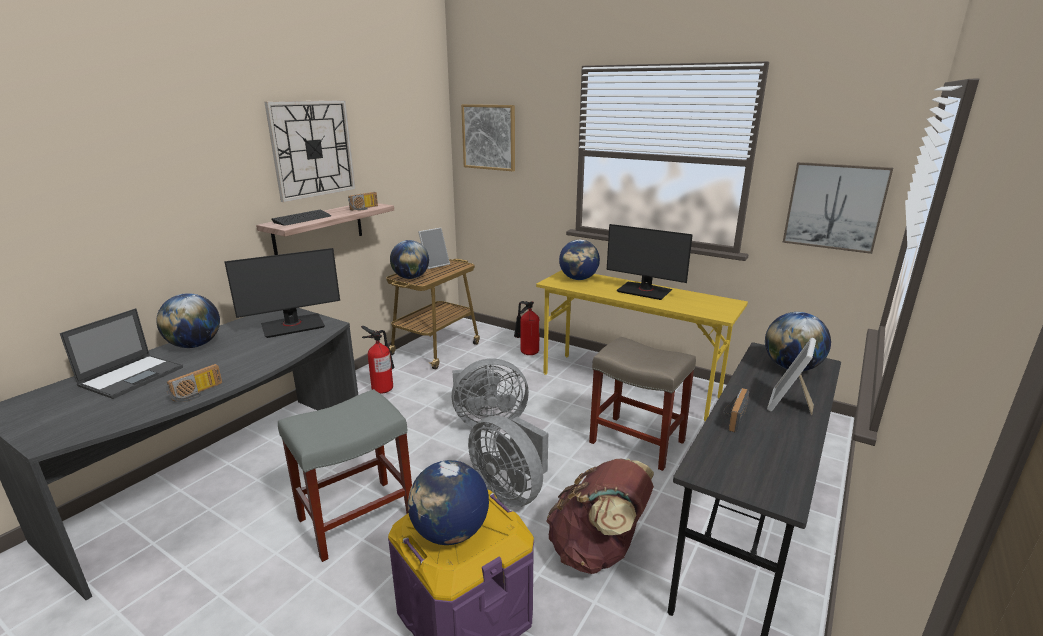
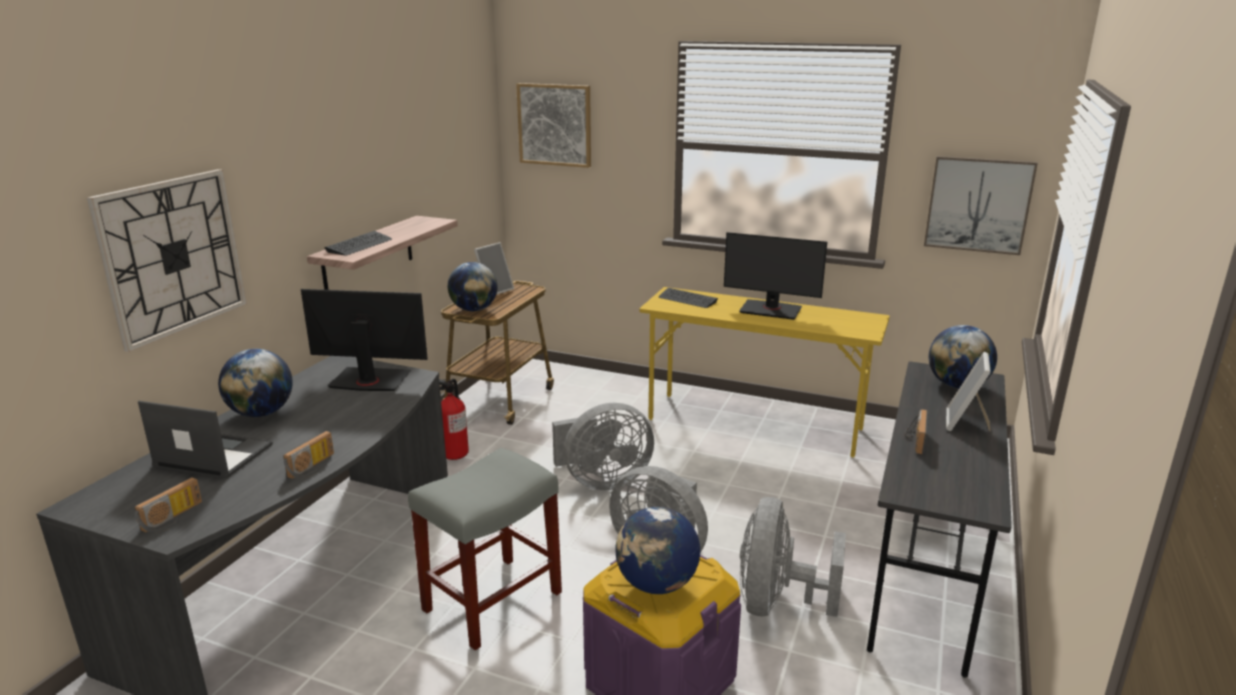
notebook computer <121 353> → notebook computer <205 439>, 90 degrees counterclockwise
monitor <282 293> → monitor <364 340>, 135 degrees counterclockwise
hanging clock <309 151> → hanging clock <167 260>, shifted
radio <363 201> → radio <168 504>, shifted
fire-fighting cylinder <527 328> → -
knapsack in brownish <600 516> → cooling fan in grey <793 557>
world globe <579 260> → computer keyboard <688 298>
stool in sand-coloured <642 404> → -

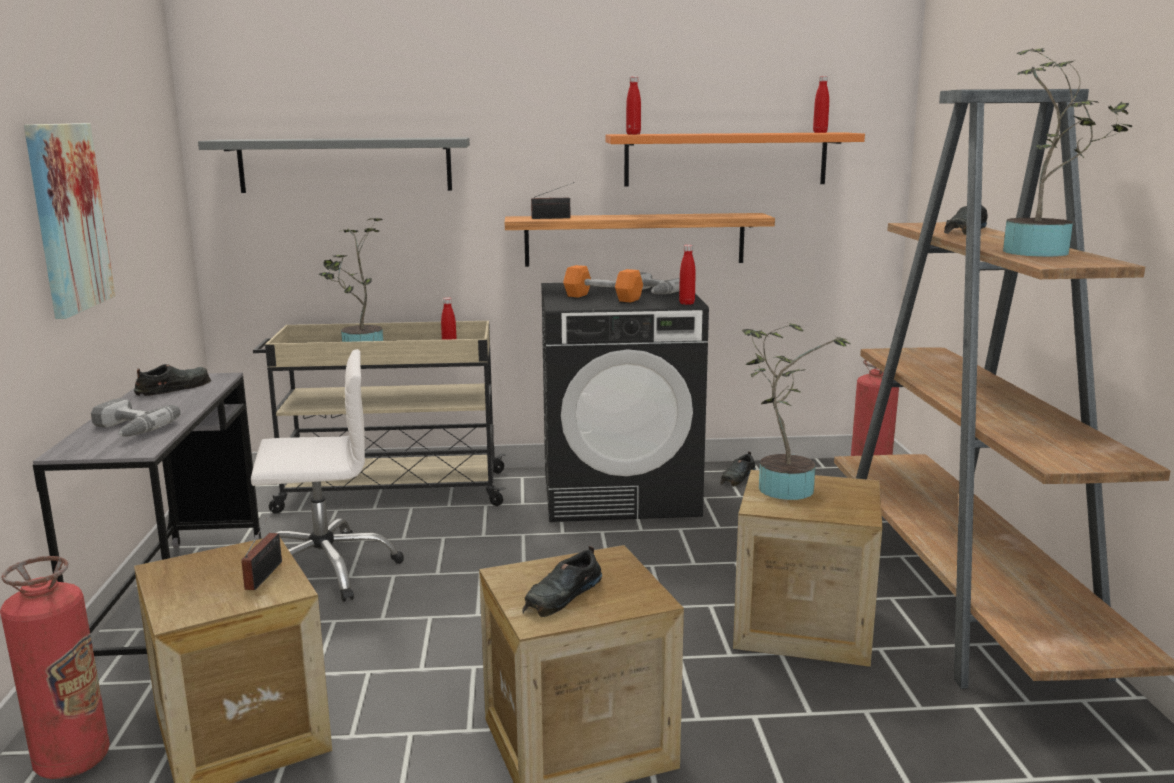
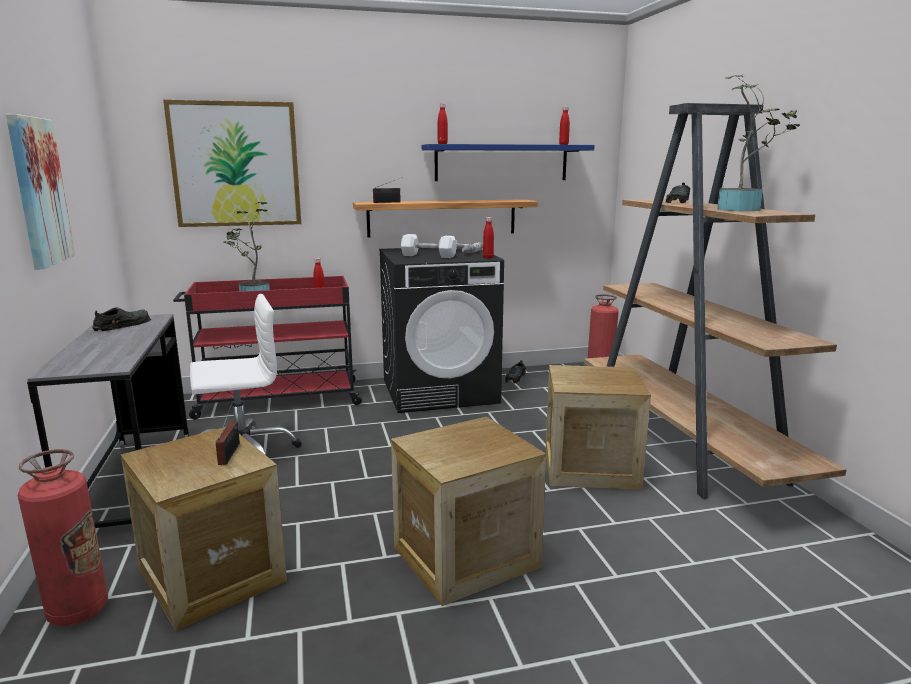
electric drill <135 418> → -
bracket shelf in grey <334 165> → wall art <232 163>
cart in sand-coloured <379 417> → cart in red <268 348>
low shoe in black-coloured <562 581> → -
hand weight in orange <603 284> → hand weight in whitish <429 246>
bracket shelf in orange <735 159> → bracket shelf in blue <508 162>
potted plant <796 411> → -

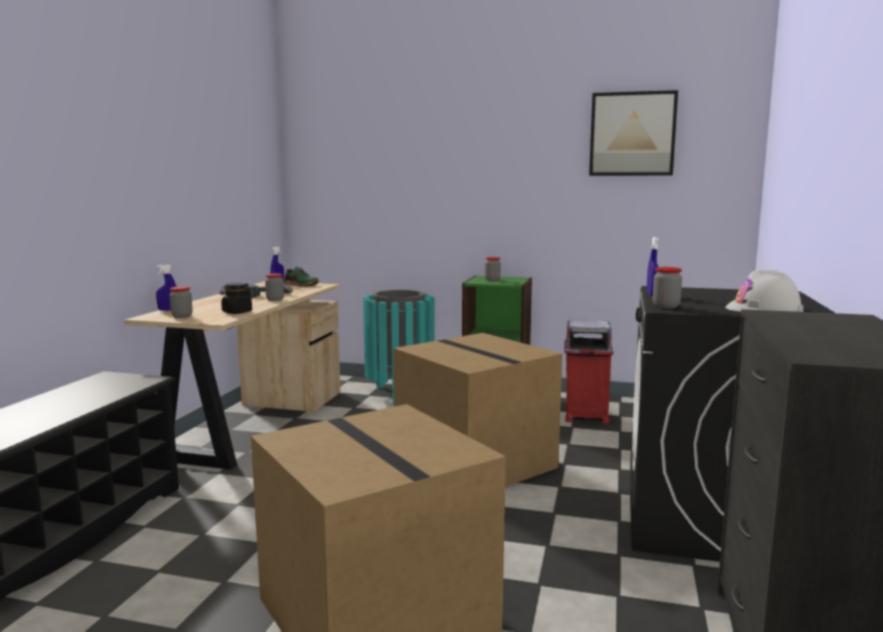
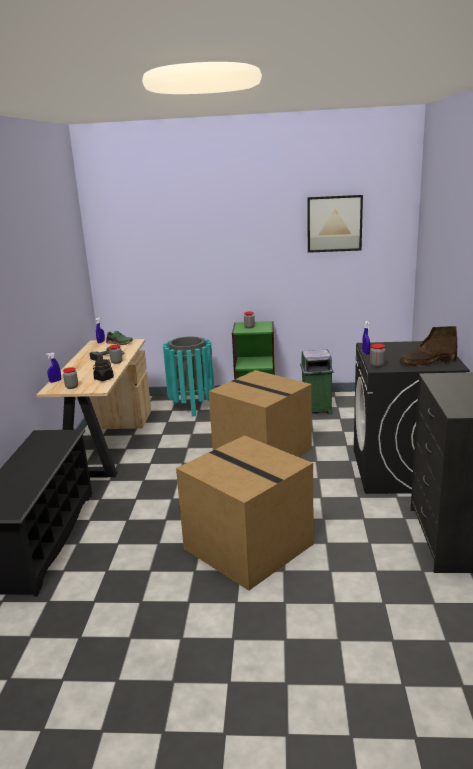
rubbish bin in red <588 372> → rubbish bin in green-coloured <316 382>
hard hat in whitish <764 291> → boot in brownish <428 346>

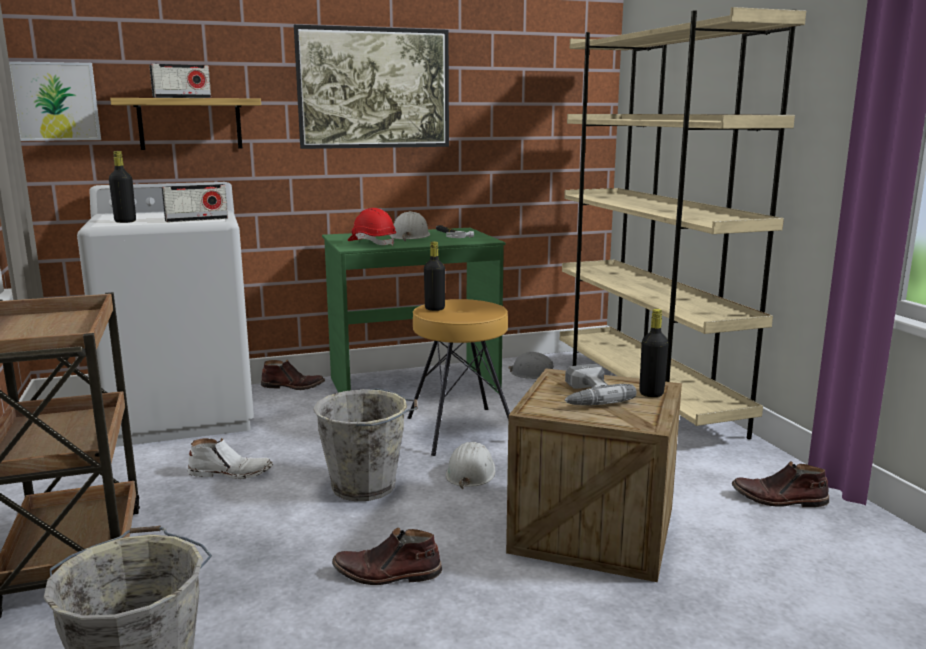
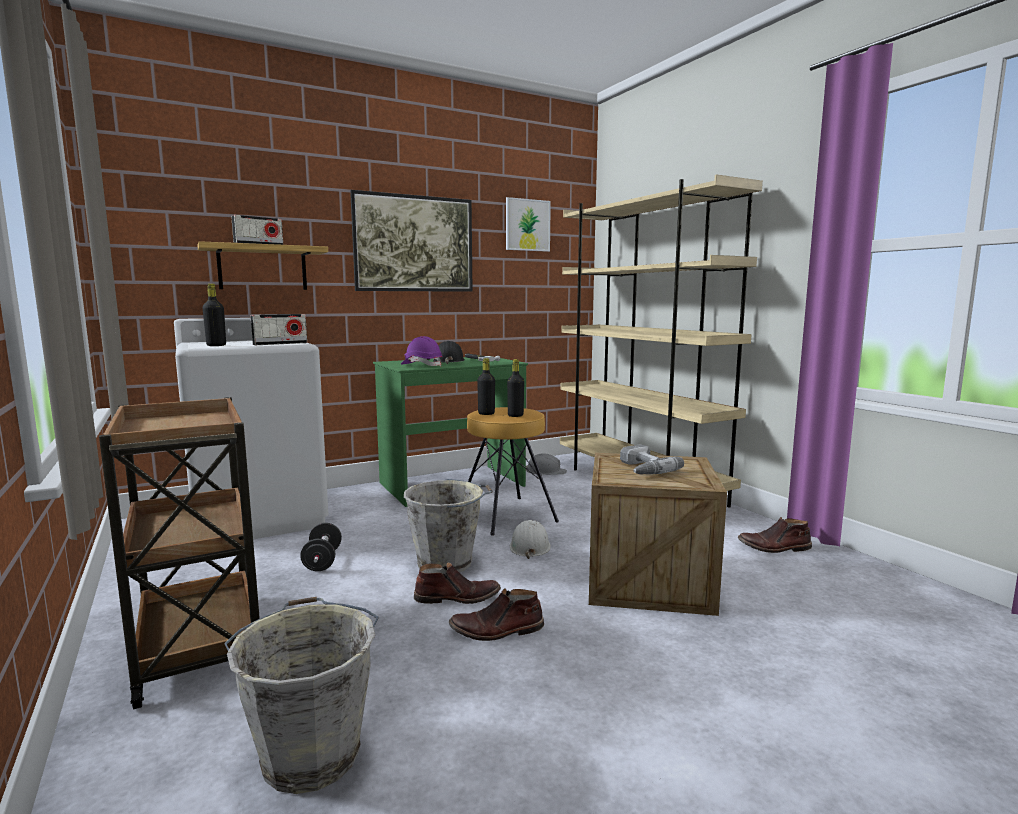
wall art <55 101> → wall art <528 224>, shifted
boot in whitish <230 458> → hand weight in black-coloured <321 547>
boot in brownish <293 375> → boot in brownish <457 583>, shifted
hard hat in red <372 227> → hard hat in purple <421 351>
hard hat in whitish <411 226> → hard hat in black-coloured <449 352>
beverage bottle in black-coloured <654 353> → beverage bottle in black-coloured <515 388>, shifted

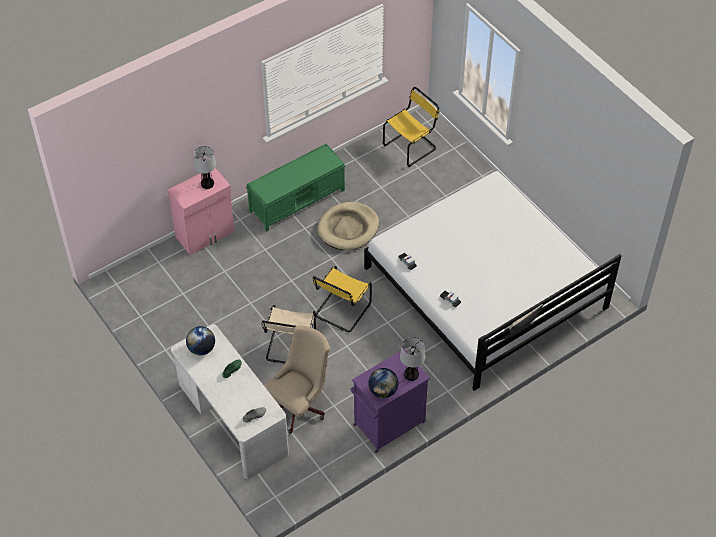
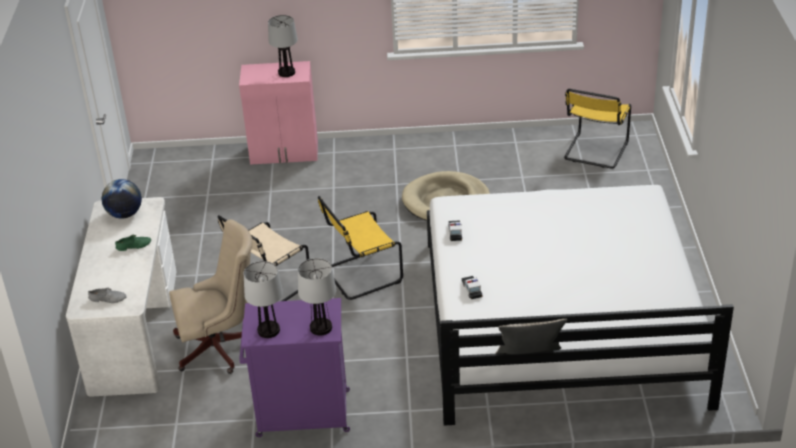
long seat in green-coloured <296 188> → -
world globe <383 383> → lamp for a table <263 299>
plain chair in yellow-coloured <411 127> → plain chair in yellow-coloured <597 129>, 120 degrees clockwise

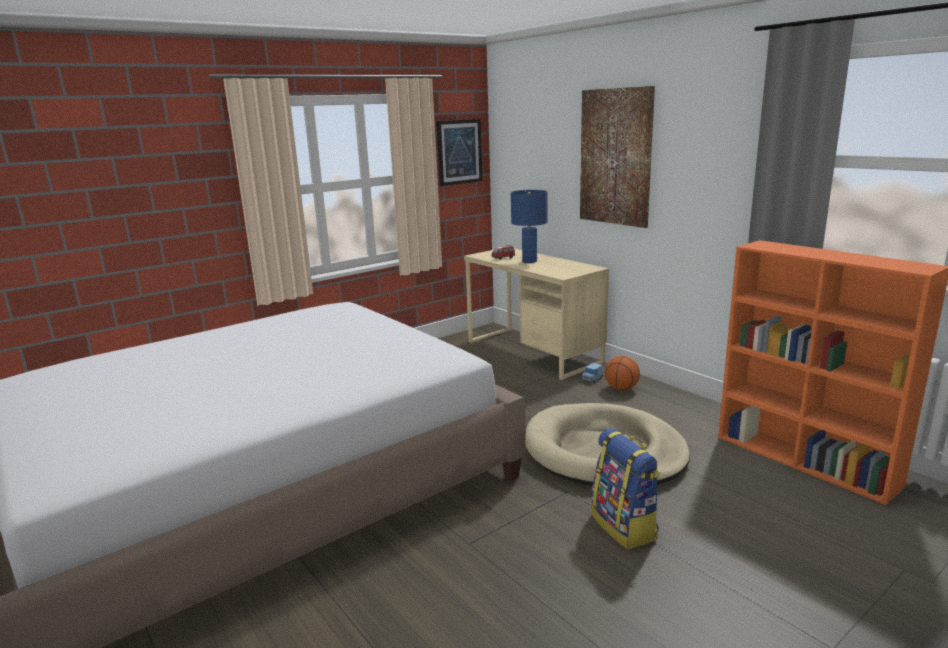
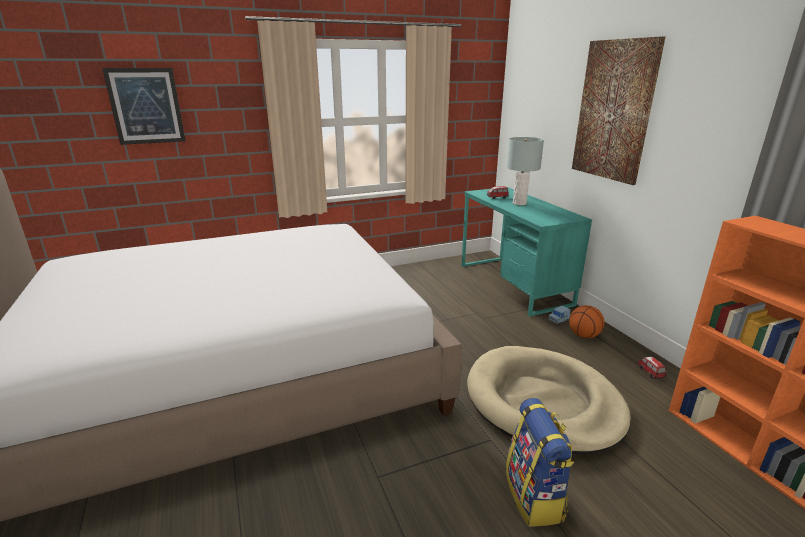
wall art <459 152> → wall art <143 106>, shifted
desk in sand-coloured <536 314> → desk in turquoise-coloured <526 251>
lamp for a table in blue <529 226> → lamp for a table in grey <525 171>
- → toy car <652 368>

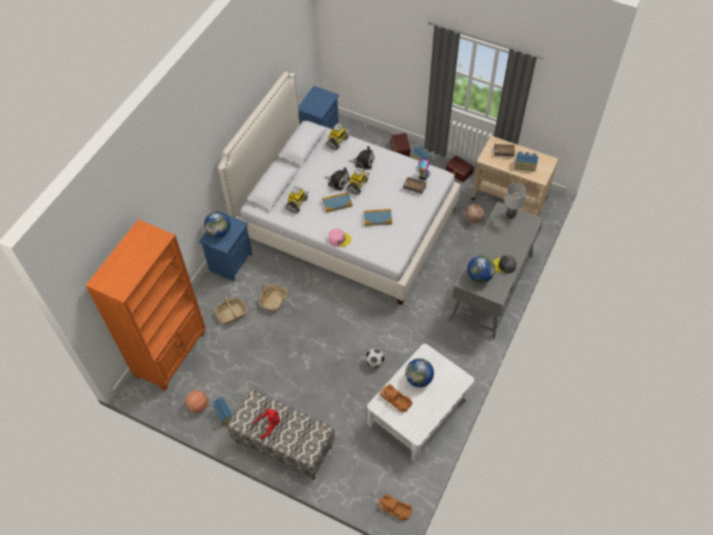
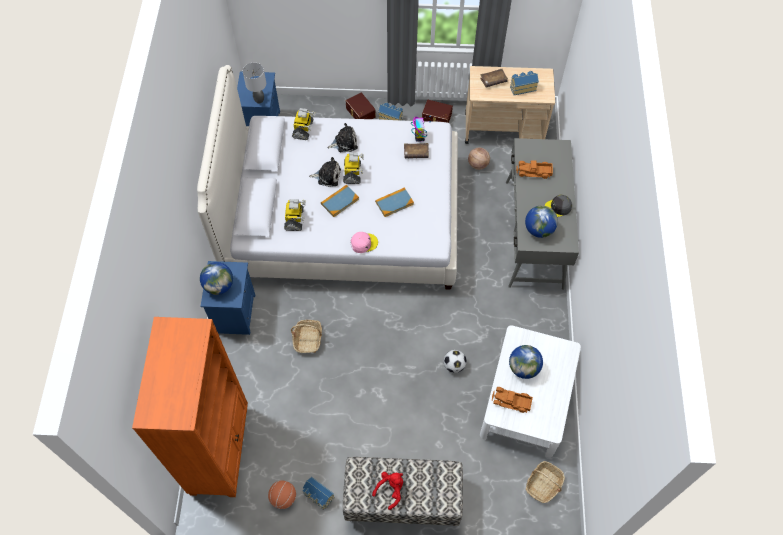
household basket <231 310> → household basket <545 482>, shifted
toy truck <395 507> → toy truck <534 169>, shifted
lamp for a table in grey <516 201> → lamp for a table in grey <254 83>, shifted

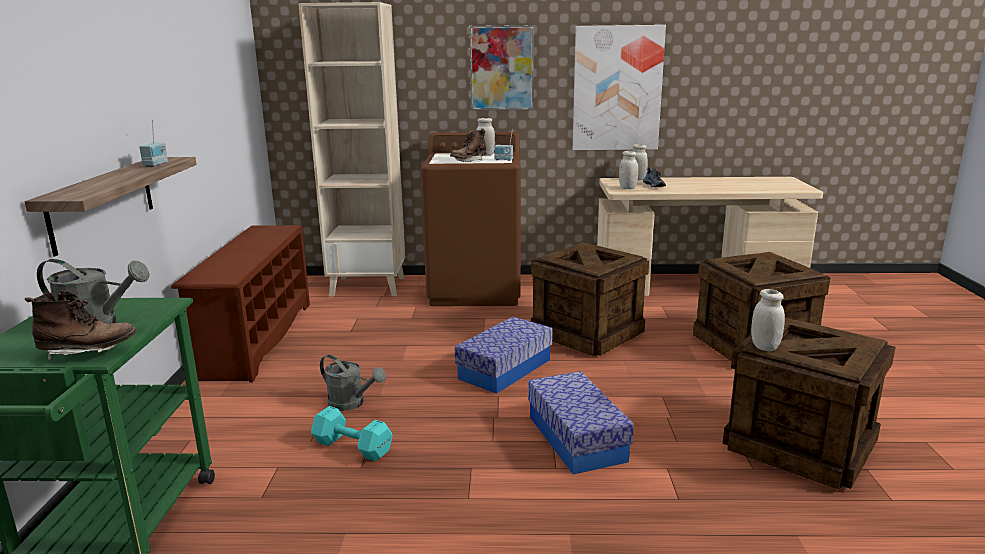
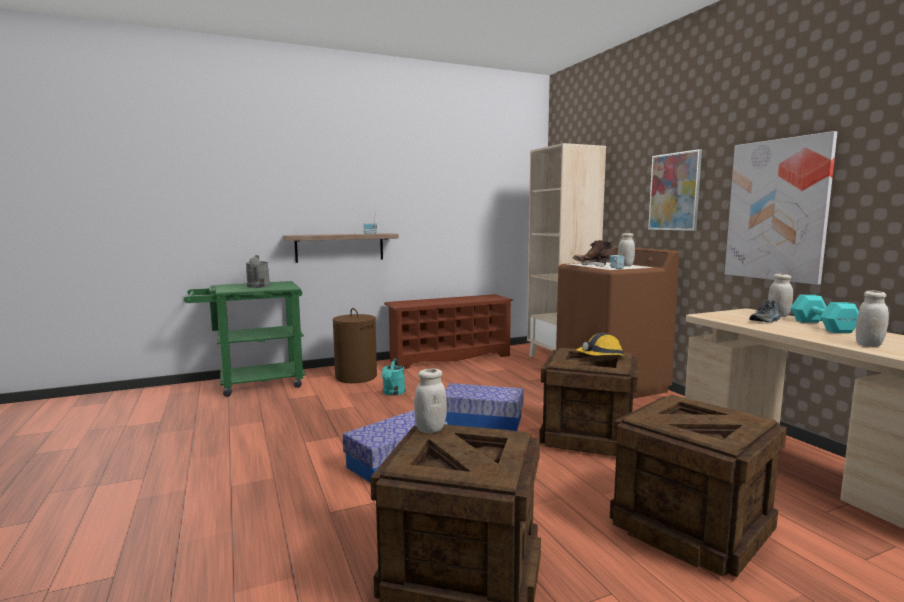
boot in brownish <81 325> → -
hand weight in turquoise-coloured <352 433> → hand weight in turquoise-coloured <824 314>, shifted
watering pot in grey <353 383> → watering pot in turquoise-coloured <393 377>
preserve jar in whitish <628 170> → preserve jar in whitish <872 319>, shifted
- → laundry basket in brownish <355 345>
- → hard hat <601 344>

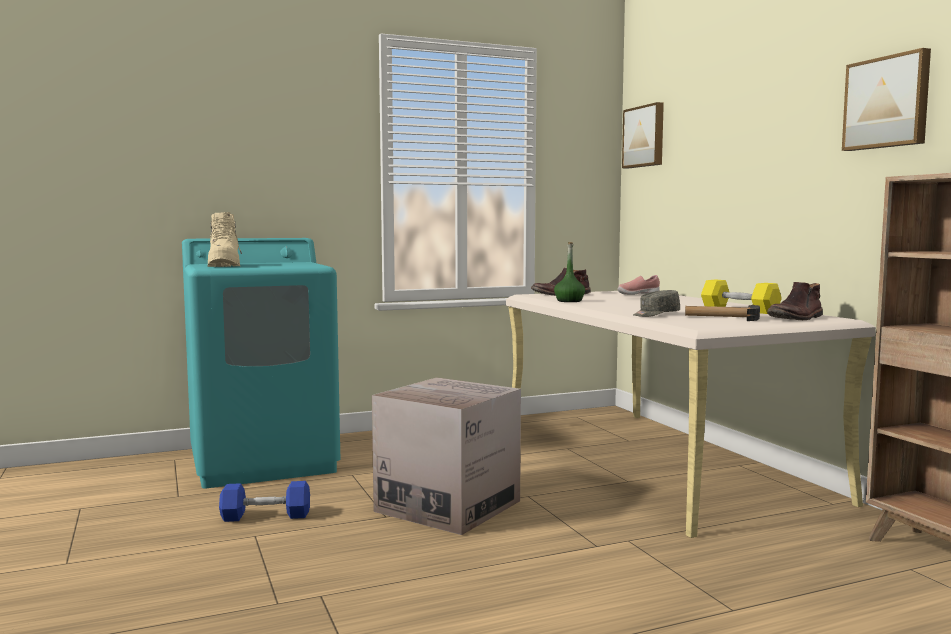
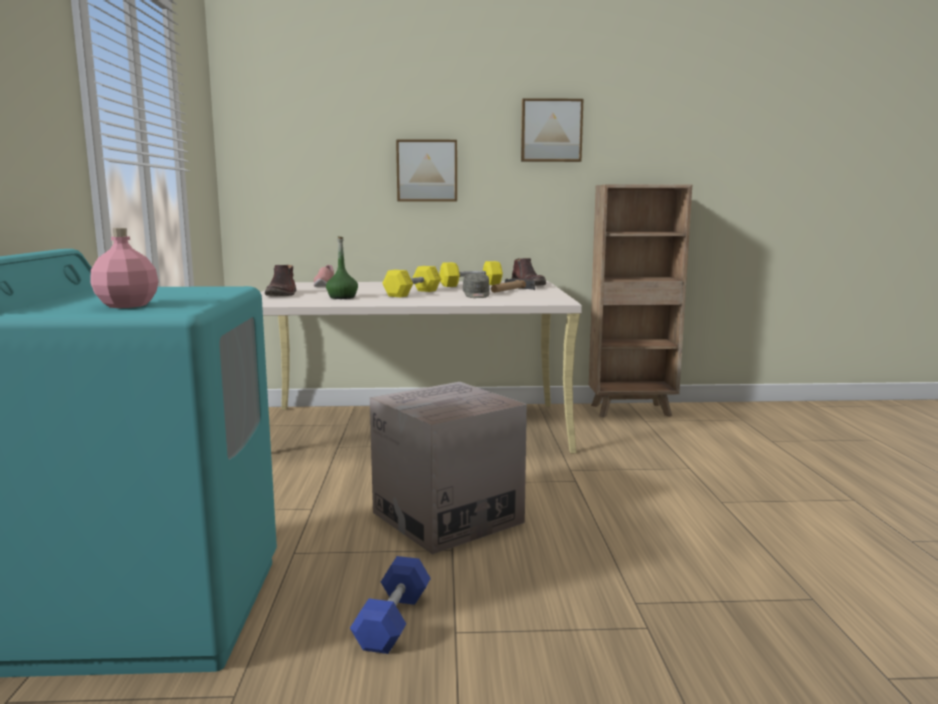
boot in sand-coloured <224 239> → beverage bottle in pink-coloured <124 268>
wall art <643 135> → wall art <426 170>, shifted
- → hand weight in yellow-coloured <411 281>

